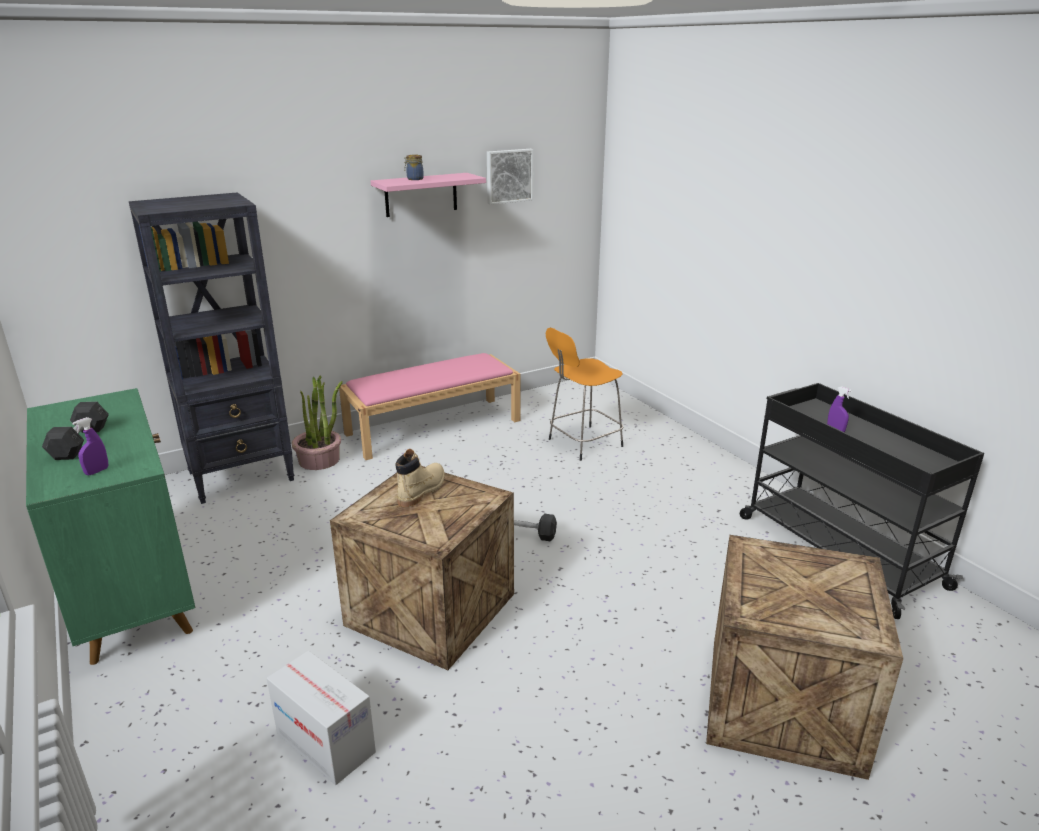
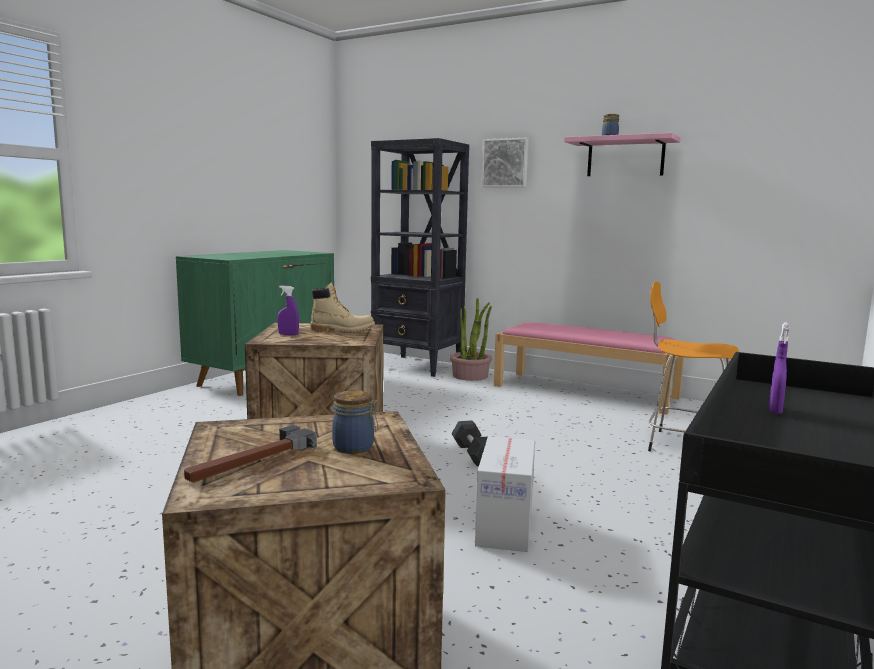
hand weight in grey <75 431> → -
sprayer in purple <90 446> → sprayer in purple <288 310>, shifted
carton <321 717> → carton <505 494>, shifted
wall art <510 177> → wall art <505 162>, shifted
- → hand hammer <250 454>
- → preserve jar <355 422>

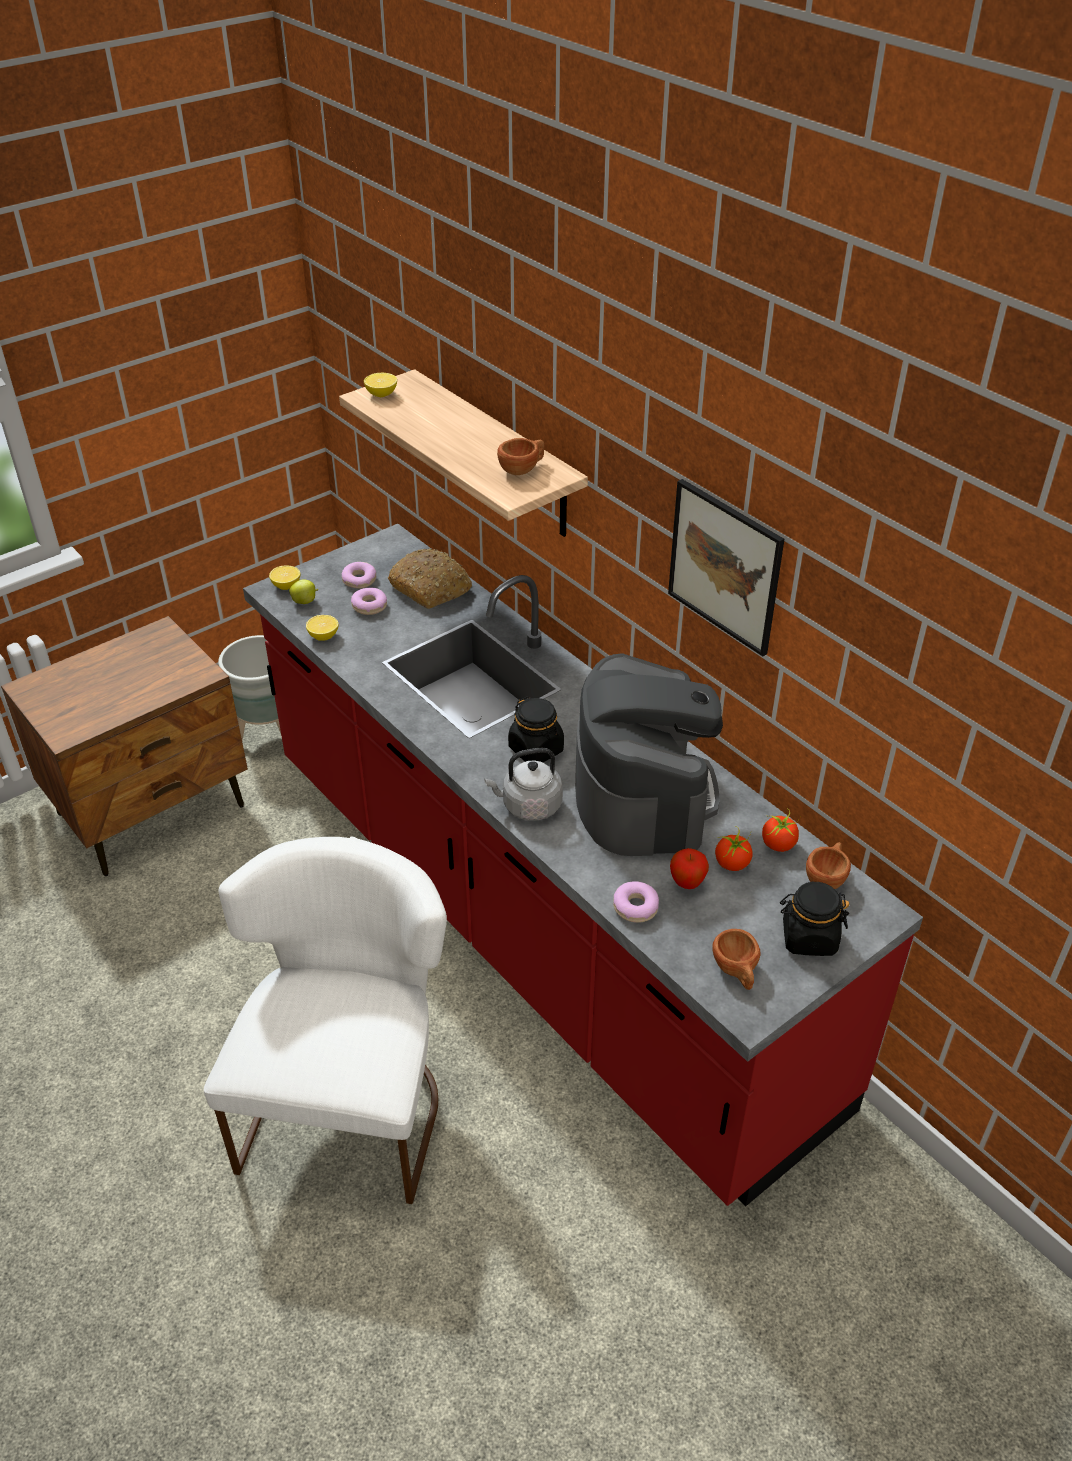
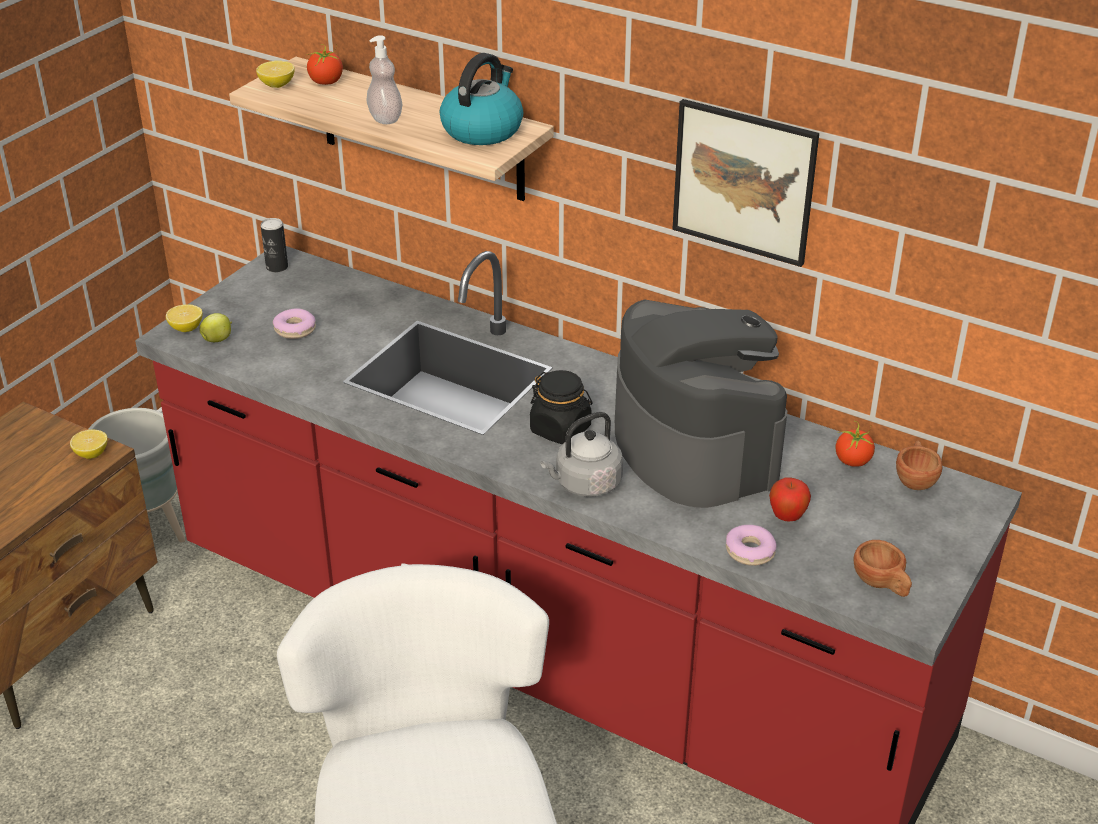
whole lemon <322 628> → whole lemon <89 444>, shifted
ring doughnut <359 575> → -
bakery bread <430 579> → -
cup in brownish <521 456> → tea kettle <481 99>
fresh tomato <734 848> → fresh tomato <325 64>, shifted
preserve jar in black-coloured <814 919> → -
- → sealed can <274 245>
- → soap dispenser <384 79>

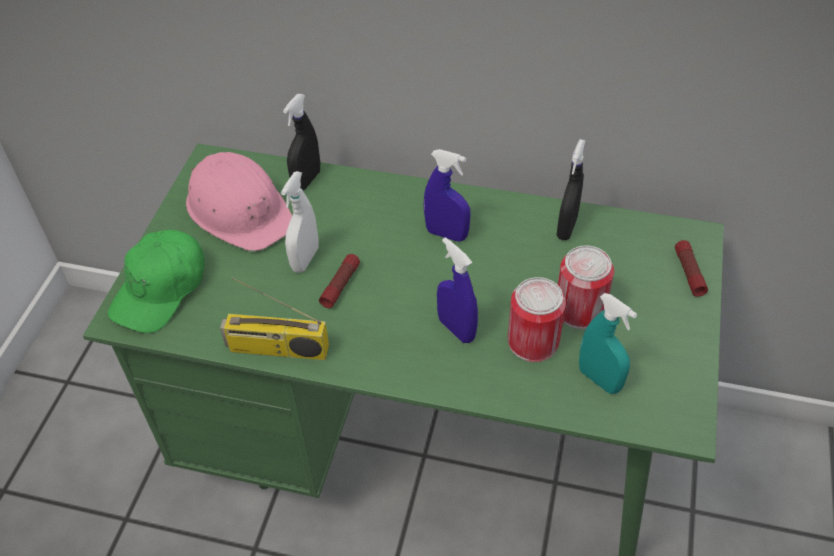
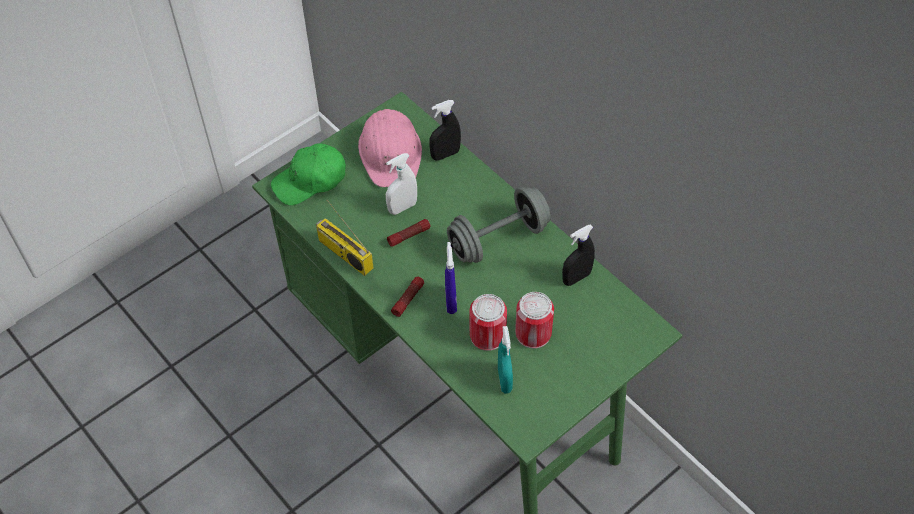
sprayer in blue <447 195> → hand weight in grey <499 225>
flashlight <691 268> → flashlight <407 297>, shifted

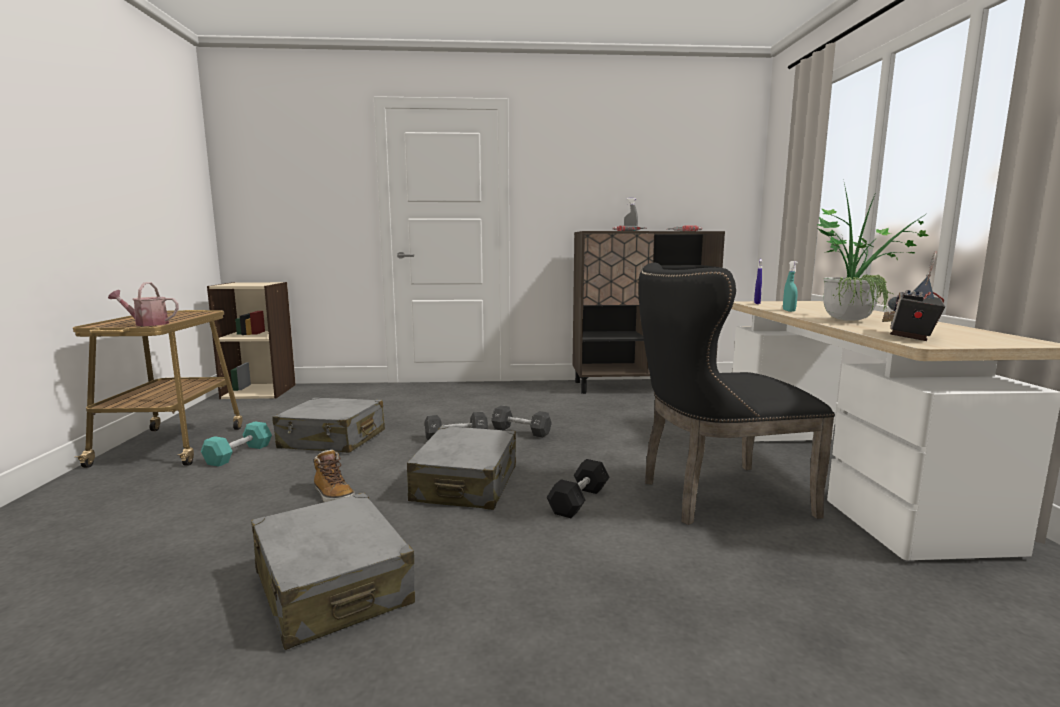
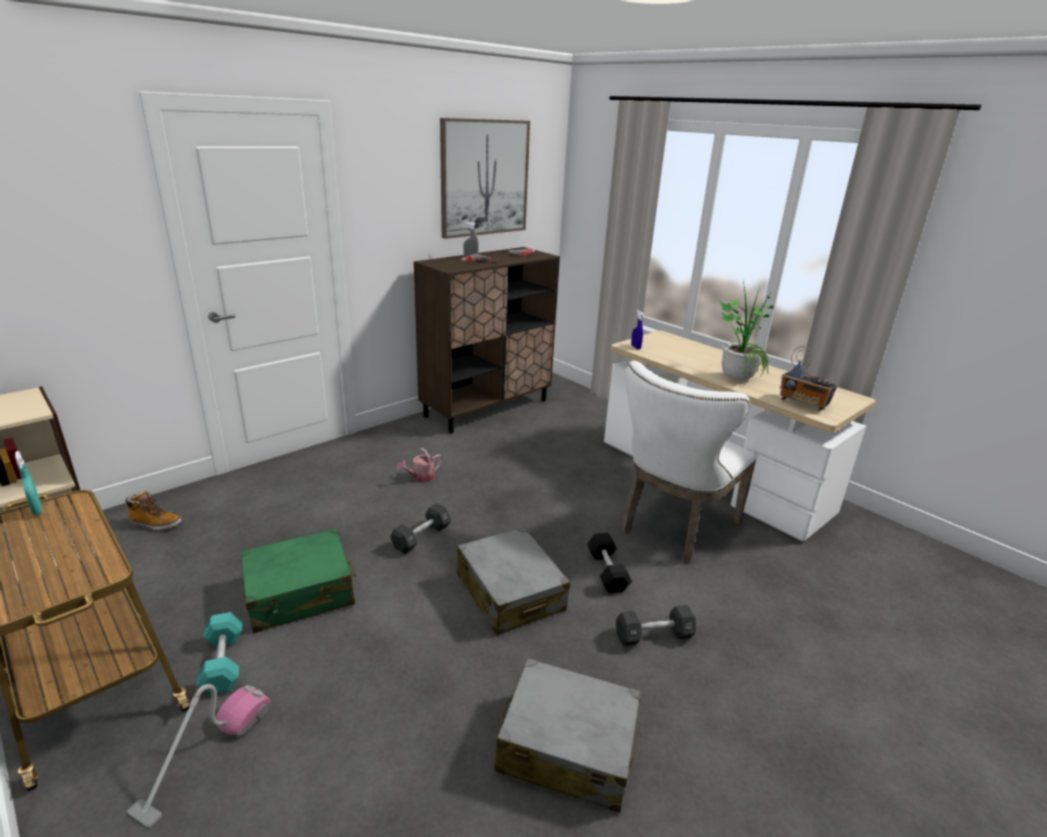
watering pot <143 304> → watering pot <419 465>, shifted
suitcase in grey <328 425> → suitcase in green-coloured <299 580>
boot <334 476> → boot <153 511>, shifted
hand weight in black-coloured <521 421> → hand weight in black-coloured <656 625>, shifted
plain chair in black-coloured <736 394> → plain chair in whitish <689 462>
sprayer in turquoise-coloured <790 286> → sprayer in turquoise-coloured <28 483>, shifted
radio <913 296> → radio <809 378>, 45 degrees counterclockwise
- → vacuum cleaner <199 756>
- → wall art <485 178>

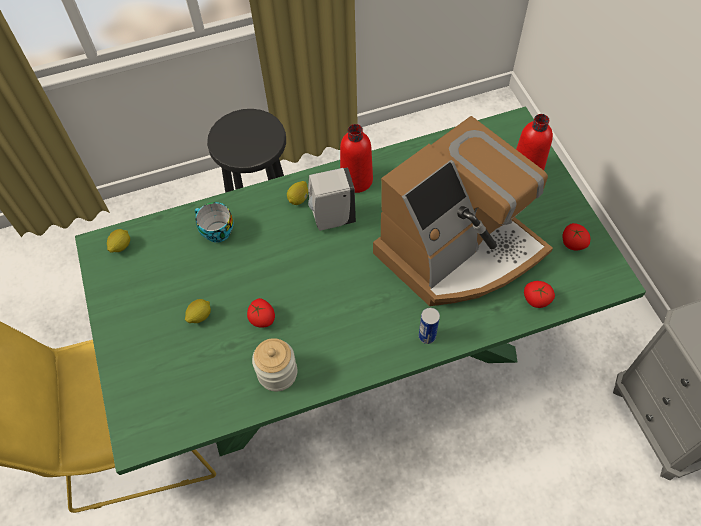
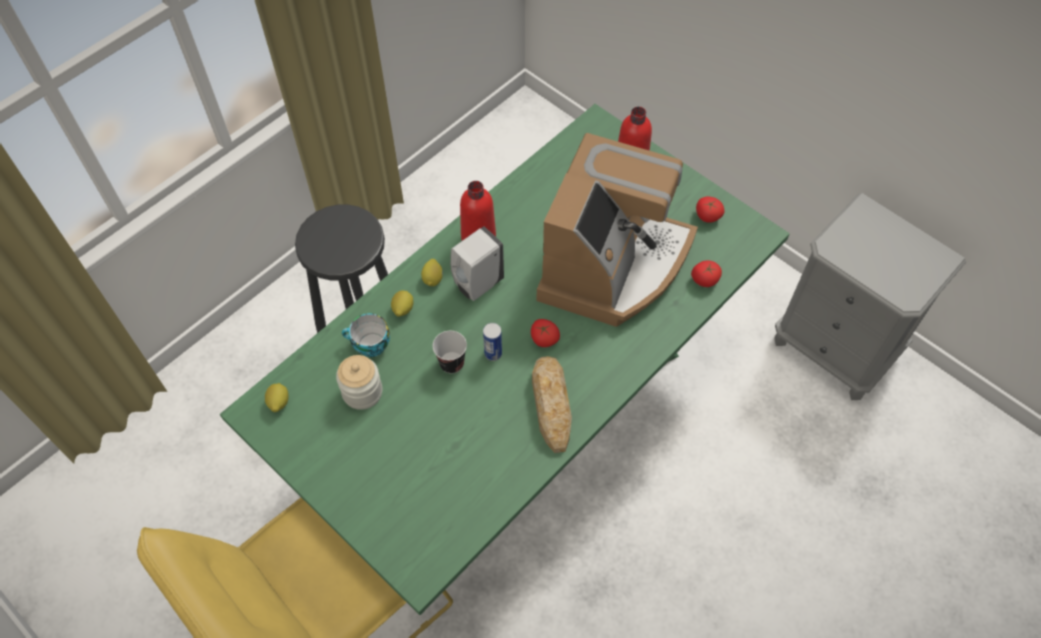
whole lemon <198 311> → whole lemon <402 303>, shifted
fresh tomato <261 313> → fresh tomato <545 333>, shifted
preserve jar <274 365> → preserve jar <359 382>, shifted
sealed can <429 326> → sealed can <492 342>, shifted
- → cup <450 352>
- → bakery bread <552 404>

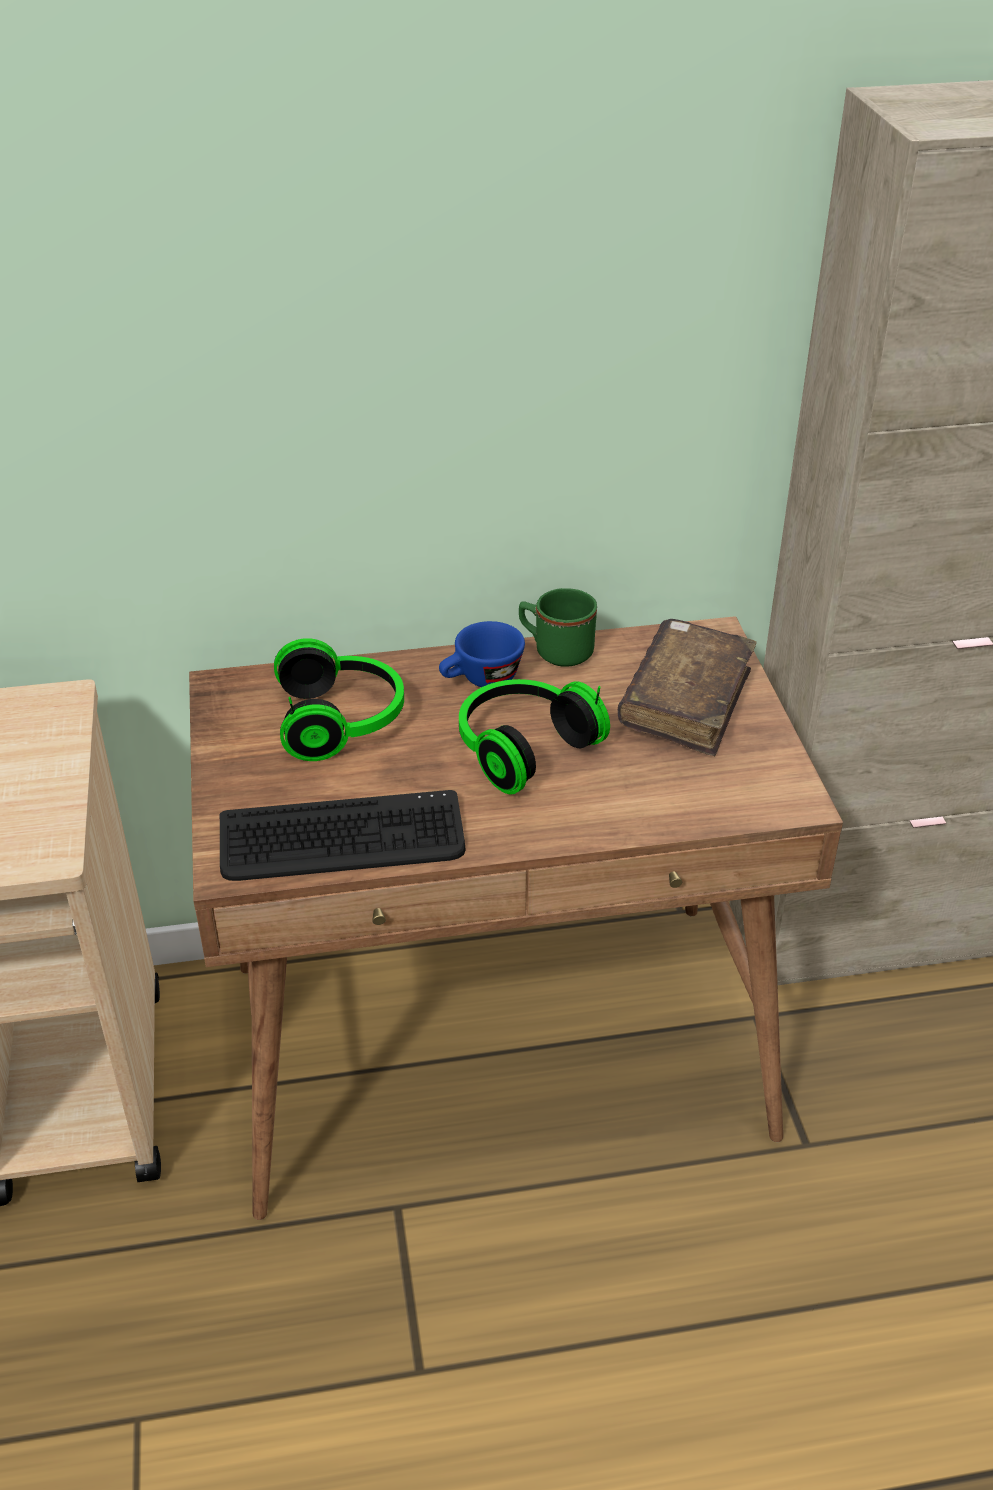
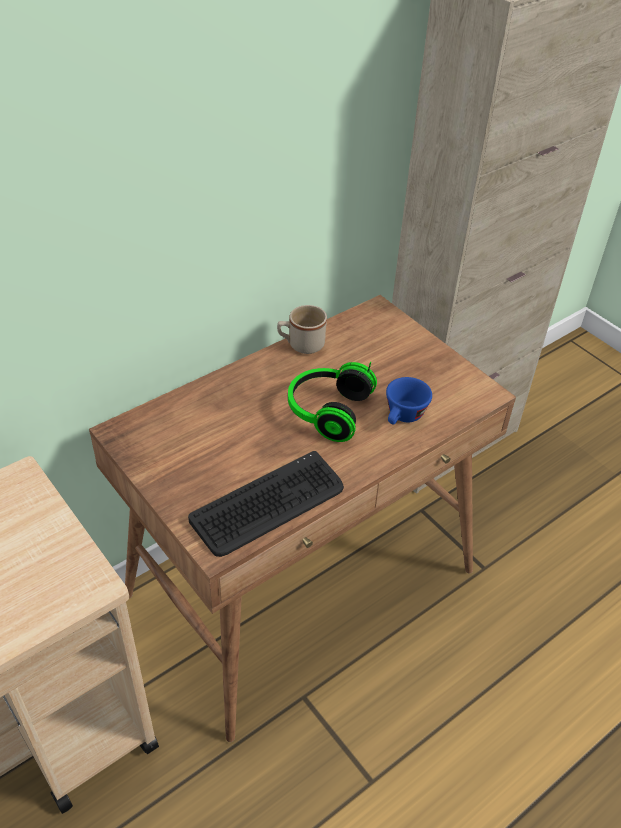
headset <339 699> → -
cup in blue <482 654> → cup in blue <409 400>, shifted
coffee mug in green-coloured <558 627> → coffee mug in sand-coloured <302 329>
bound book in brownish <687 687> → -

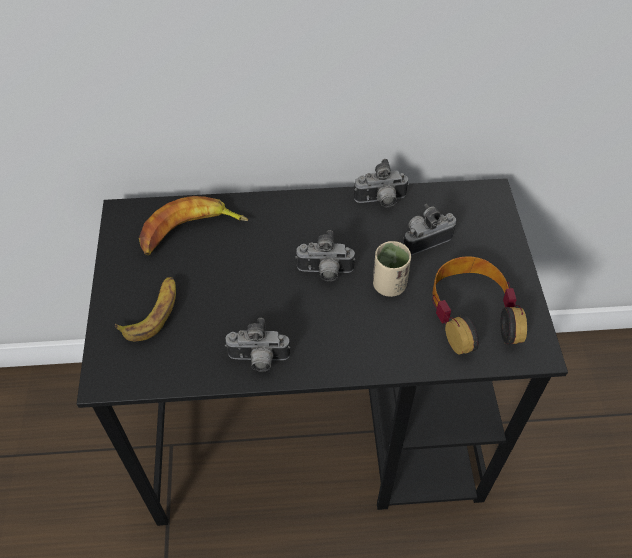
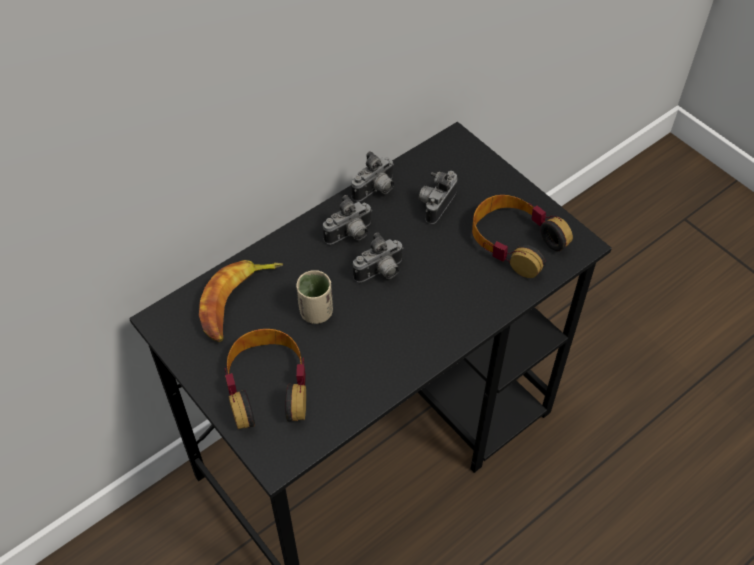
banana <145 309> → headset <265 379>
still camera <257 344> → still camera <347 220>, shifted
cup in sand-coloured <392 269> → cup in sand-coloured <314 297>, shifted

